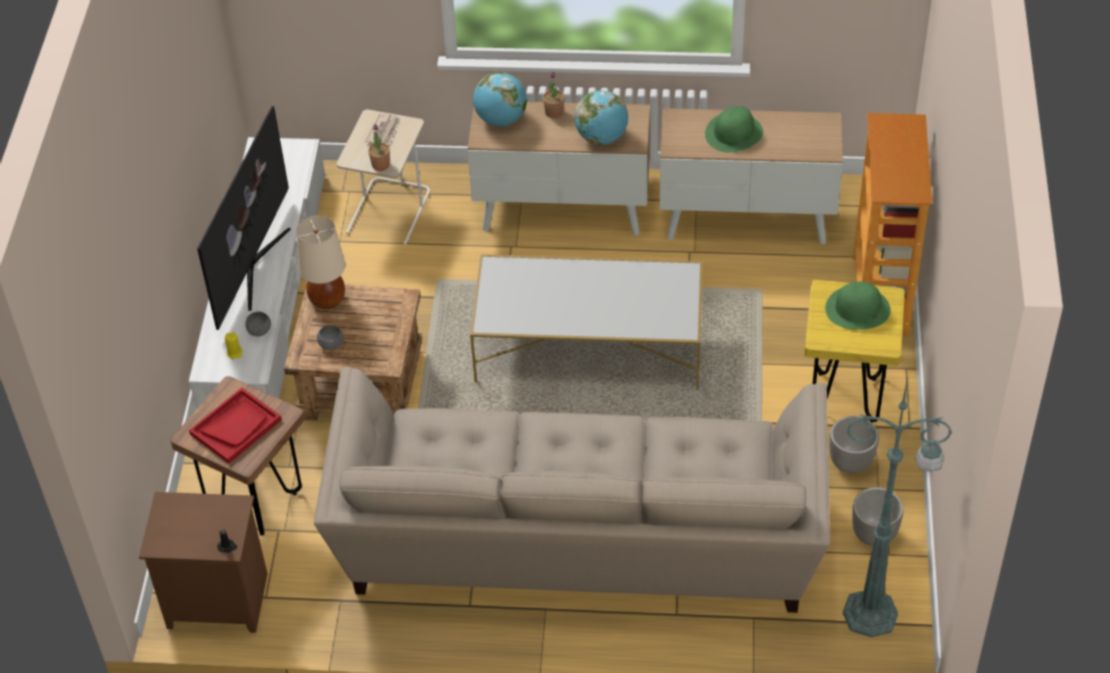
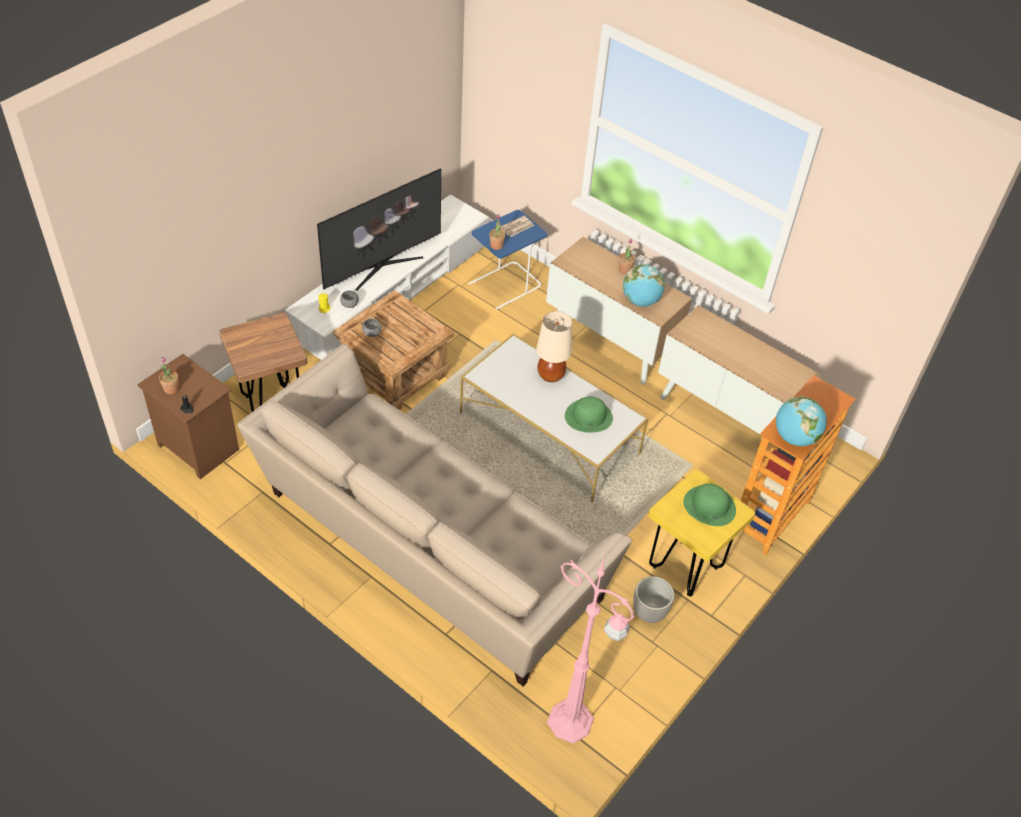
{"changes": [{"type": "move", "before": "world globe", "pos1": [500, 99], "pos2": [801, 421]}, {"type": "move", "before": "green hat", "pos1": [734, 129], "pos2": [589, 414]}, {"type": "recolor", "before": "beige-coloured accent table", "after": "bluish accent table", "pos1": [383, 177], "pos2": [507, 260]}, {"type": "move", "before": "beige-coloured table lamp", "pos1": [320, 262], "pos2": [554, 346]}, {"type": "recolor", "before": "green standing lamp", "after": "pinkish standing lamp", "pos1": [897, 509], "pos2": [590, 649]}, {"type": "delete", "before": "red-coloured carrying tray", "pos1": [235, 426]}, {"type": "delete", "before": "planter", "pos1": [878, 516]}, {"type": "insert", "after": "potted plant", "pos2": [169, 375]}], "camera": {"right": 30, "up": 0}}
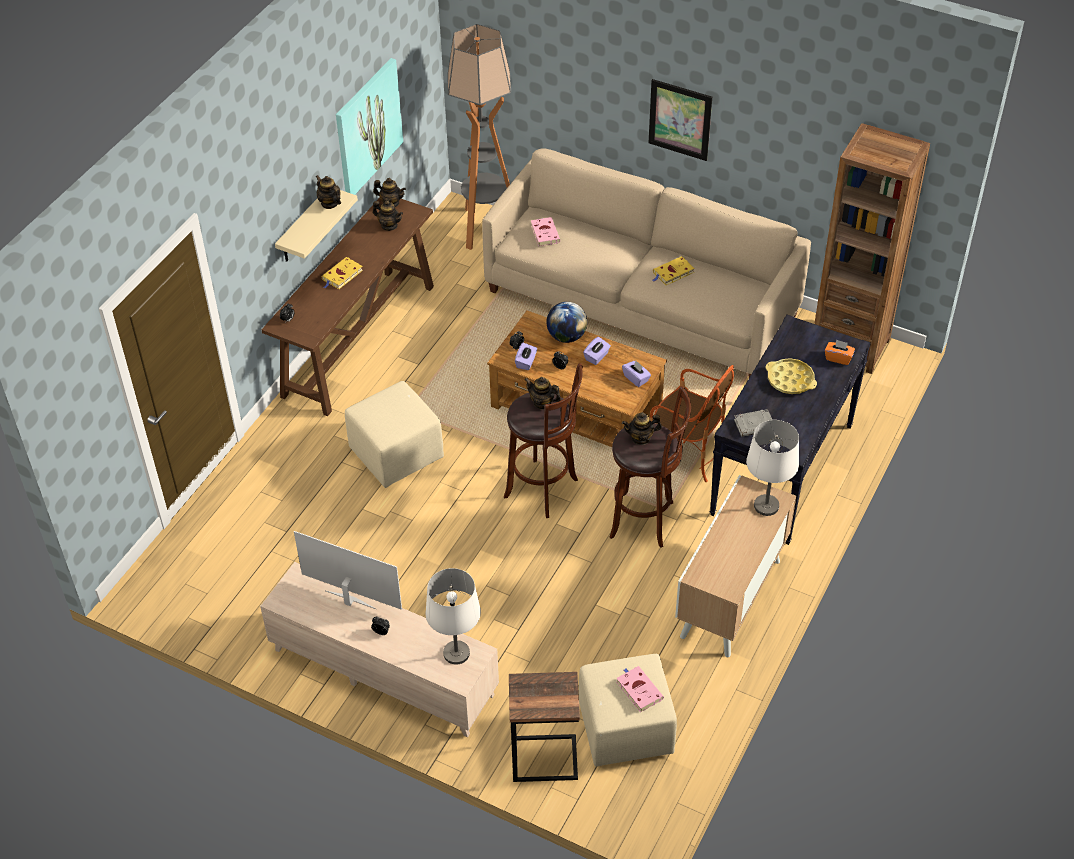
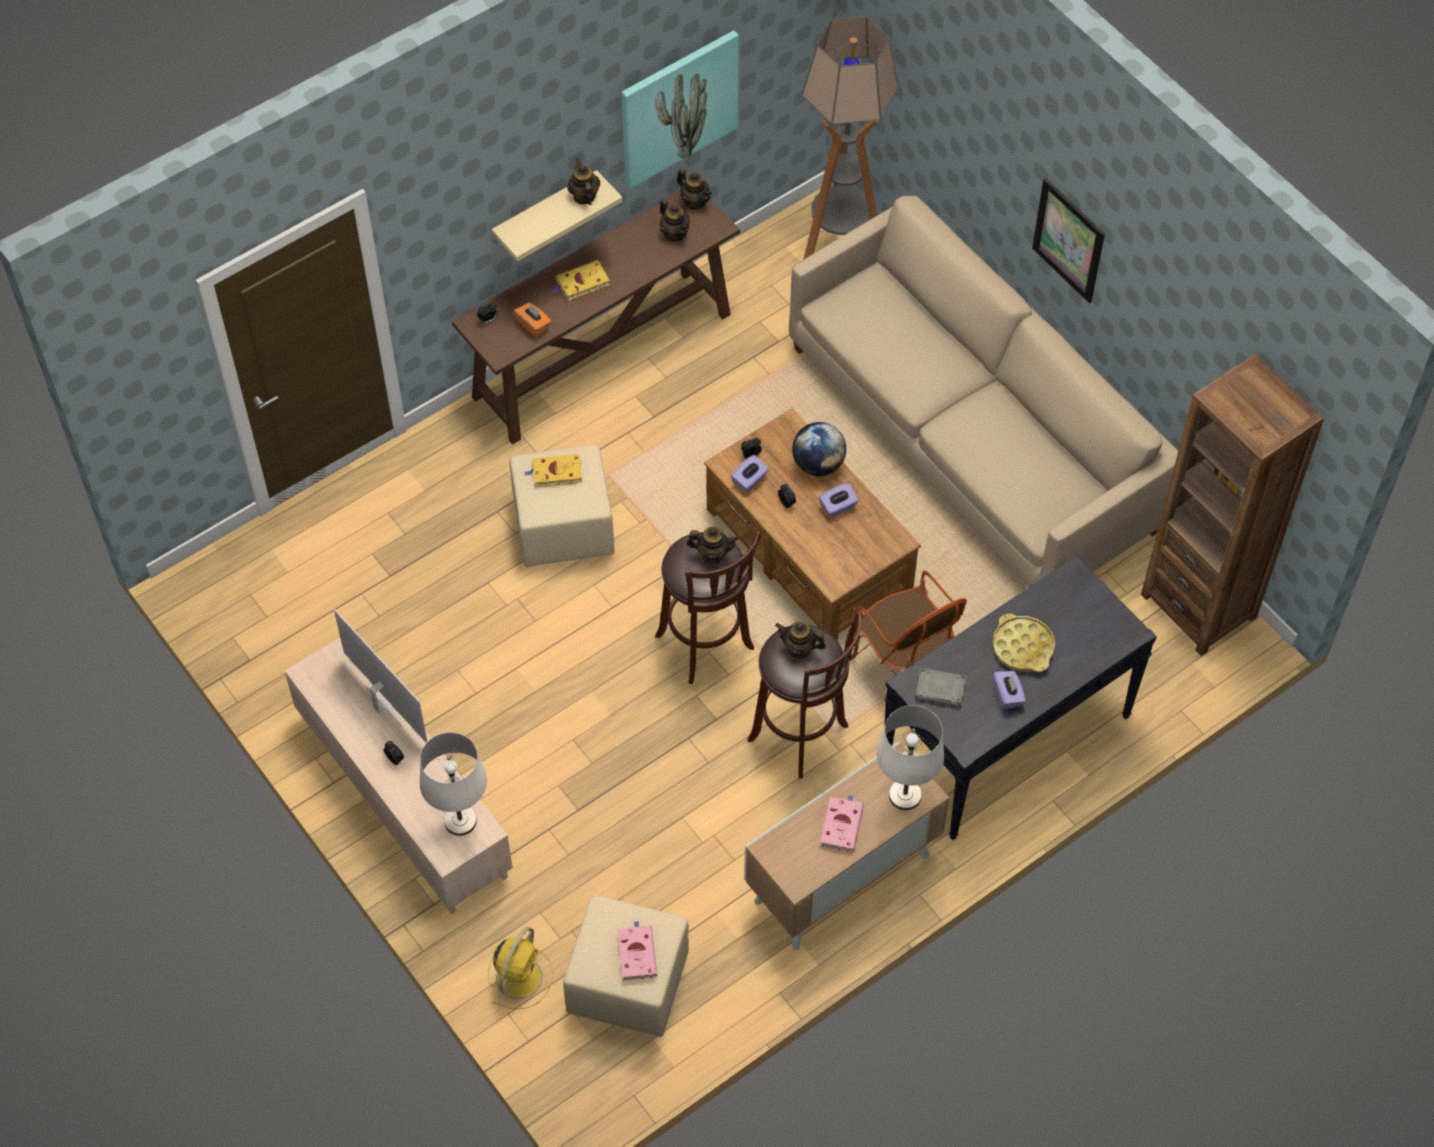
{"changes": [{"type": "move", "before": "pinkish volume", "pos1": [545, 231], "pos2": [842, 823]}, {"type": "move", "before": "yellowish volume", "pos1": [674, 270], "pos2": [553, 470]}, {"type": "move", "before": "orange-coloured tissue holder", "pos1": [840, 352], "pos2": [532, 319]}, {"type": "move", "before": "purplish tissue holder", "pos1": [636, 374], "pos2": [1009, 690]}, {"type": "rotate", "before": "tea pot", "pos1": [542, 393], "pos2": [712, 545], "turn": 135}, {"type": "replace", "before": "accent table", "after": "yellowish electric fan", "pos1": [544, 727], "pos2": [521, 968]}], "camera": {"right": 25, "up": 10}}
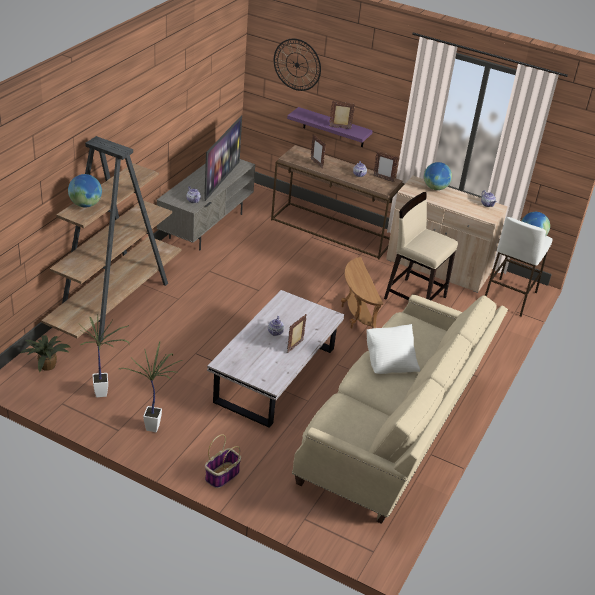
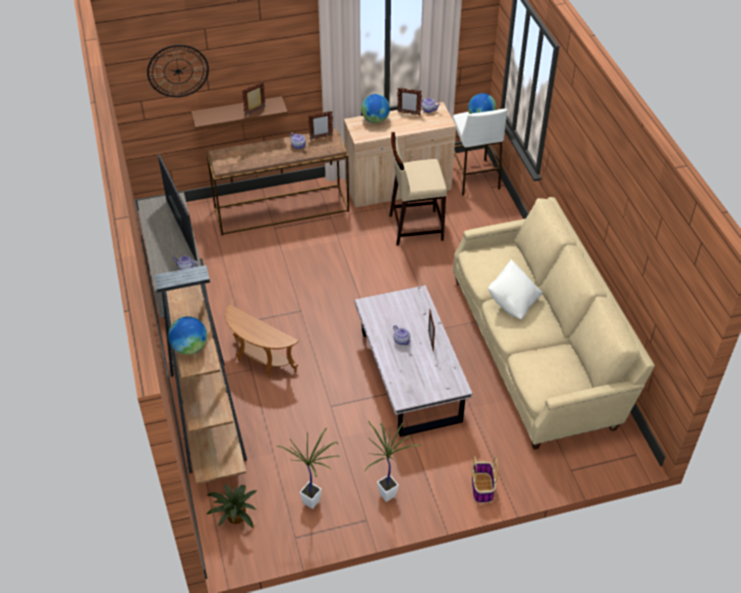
{"changes": [{"type": "recolor", "before": "purplish bracket shelf", "after": "brown-coloured bracket shelf", "pos1": [330, 127], "pos2": [239, 113]}, {"type": "move", "before": "photo frame", "pos1": [318, 151], "pos2": [409, 101]}, {"type": "move", "before": "brown-coloured accent table", "pos1": [362, 293], "pos2": [262, 341]}], "camera": {"right": -40, "up": 10}}
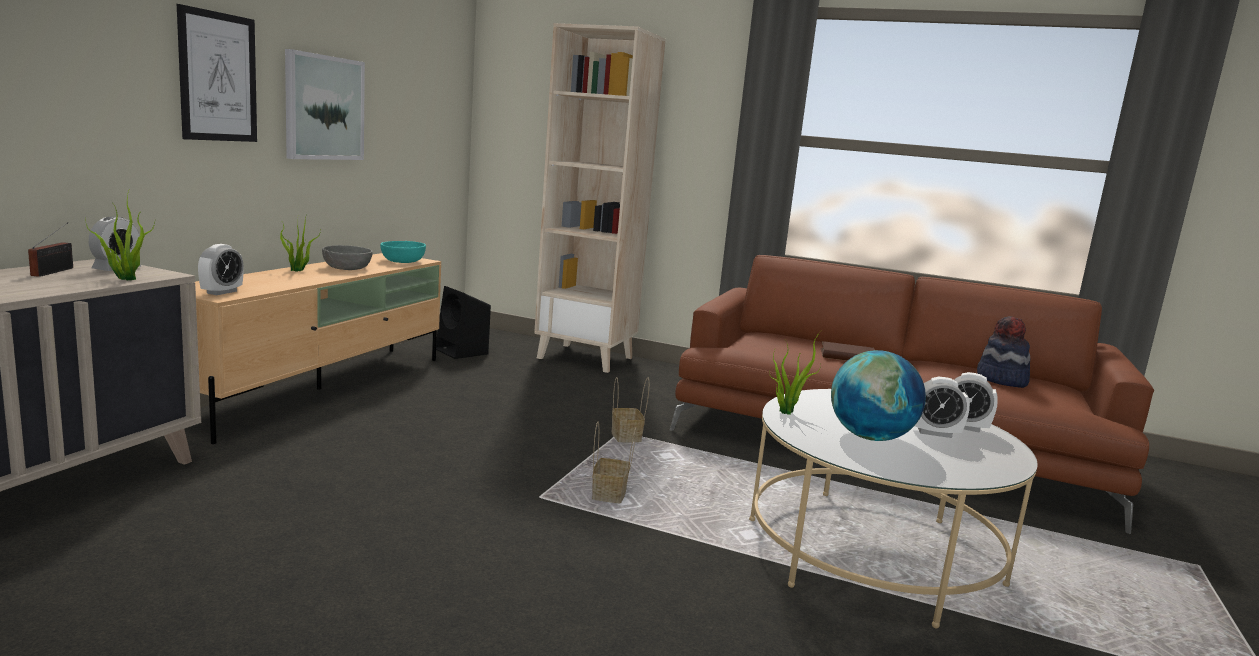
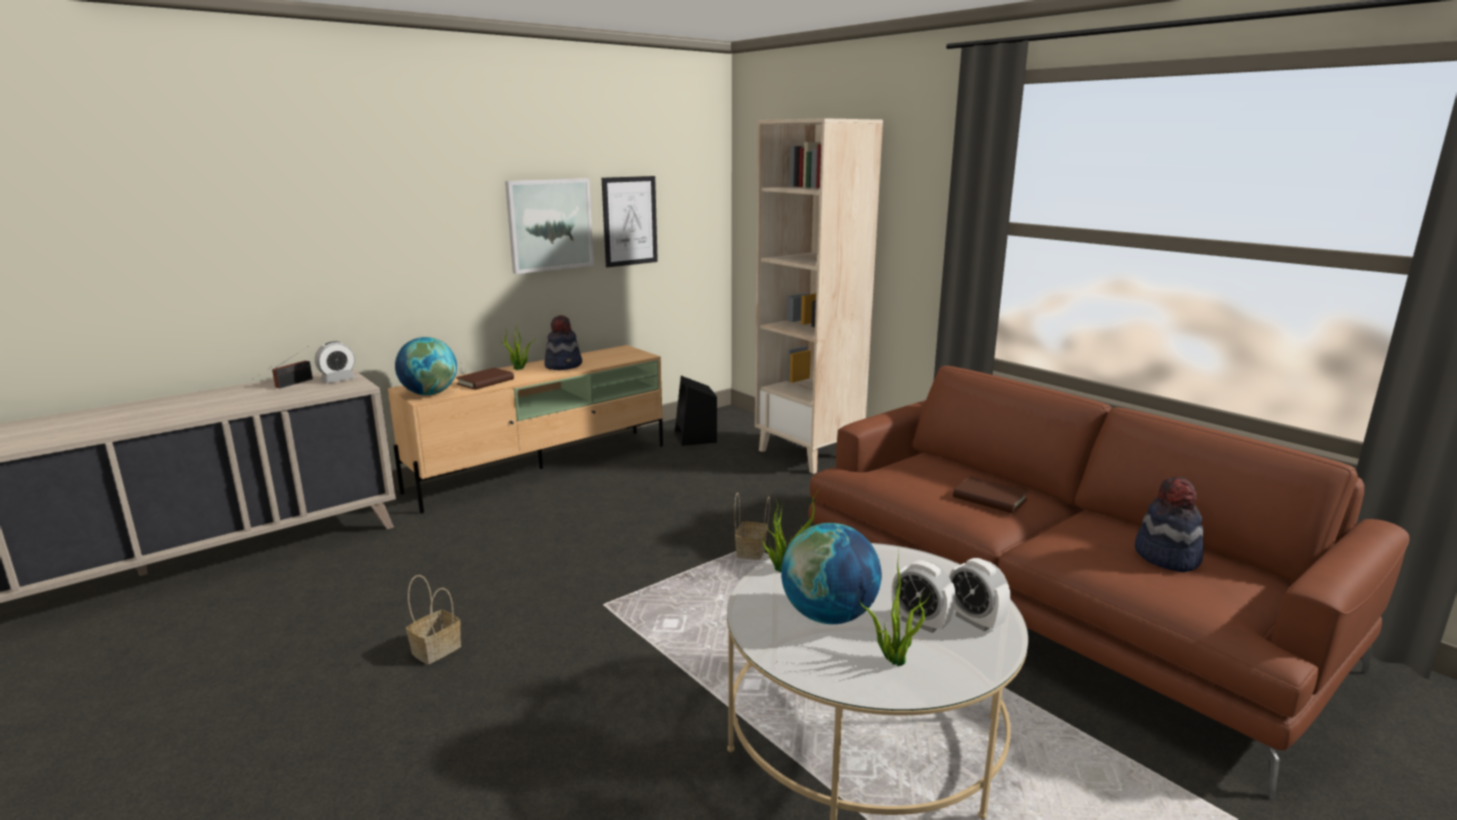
{"changes": [{"type": "move", "before": "picture", "pos1": [217, 73], "pos2": [630, 221]}, {"type": "move", "before": "potted plant", "pos1": [120, 234], "pos2": [895, 605]}, {"type": "delete", "before": "turquoise-coloured serving bowl", "pos1": [403, 252]}, {"type": "replace", "before": "alarm clock", "after": "world globe", "pos1": [221, 269], "pos2": [426, 366]}, {"type": "replace", "before": "gray serving bowl", "after": "hat", "pos1": [347, 257], "pos2": [563, 342]}, {"type": "move", "before": "storage basket", "pos1": [614, 462], "pos2": [433, 620]}, {"type": "insert", "after": "brown-coloured volume", "pos2": [485, 379]}], "camera": {"right": 30, "up": 5}}
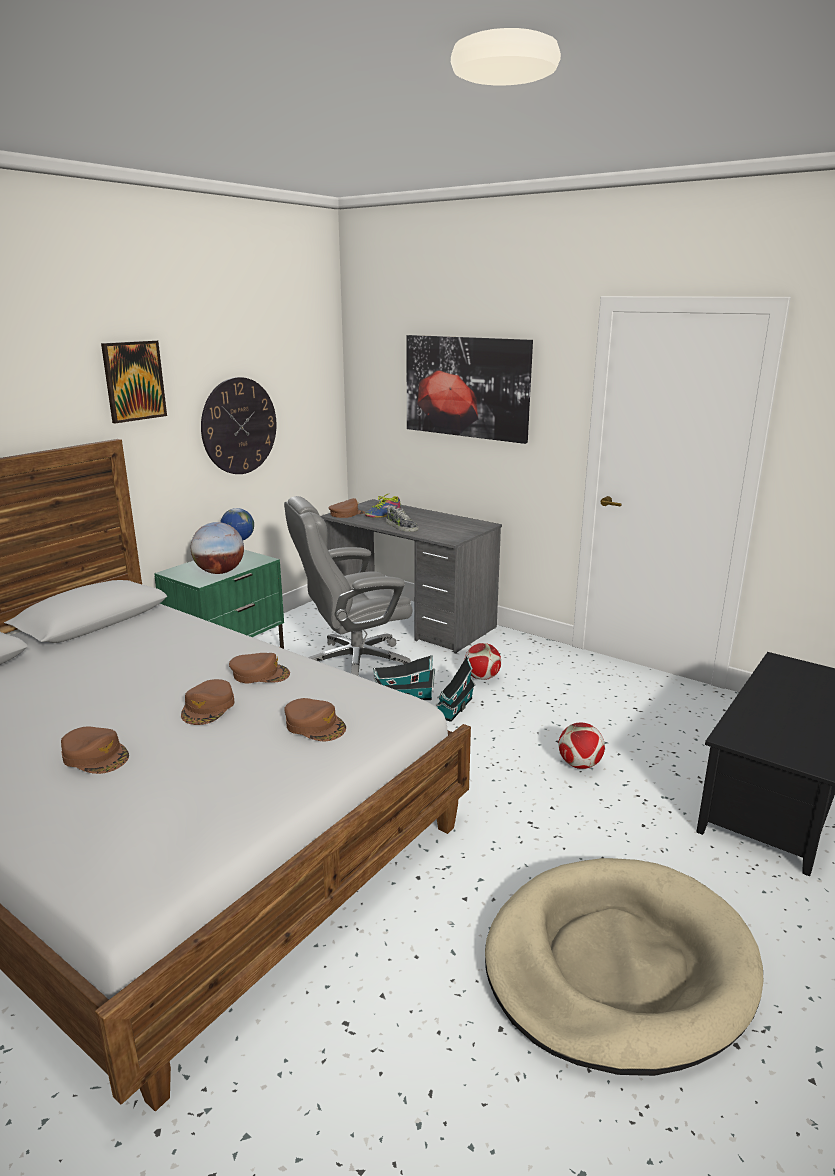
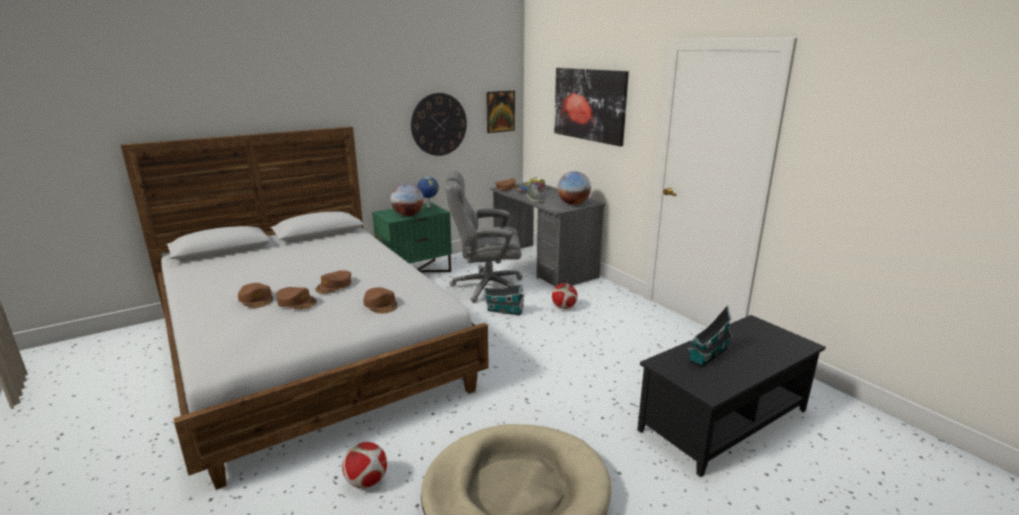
{"changes": [{"type": "move", "before": "picture", "pos1": [134, 381], "pos2": [500, 112]}, {"type": "move", "before": "brown-coloured cap", "pos1": [259, 668], "pos2": [296, 298]}, {"type": "move", "before": "miniature house", "pos1": [456, 688], "pos2": [710, 336]}, {"type": "move", "before": "football", "pos1": [581, 746], "pos2": [364, 465]}, {"type": "insert", "after": "world globe", "pos2": [574, 188]}], "camera": {"right": 20, "up": 0}}
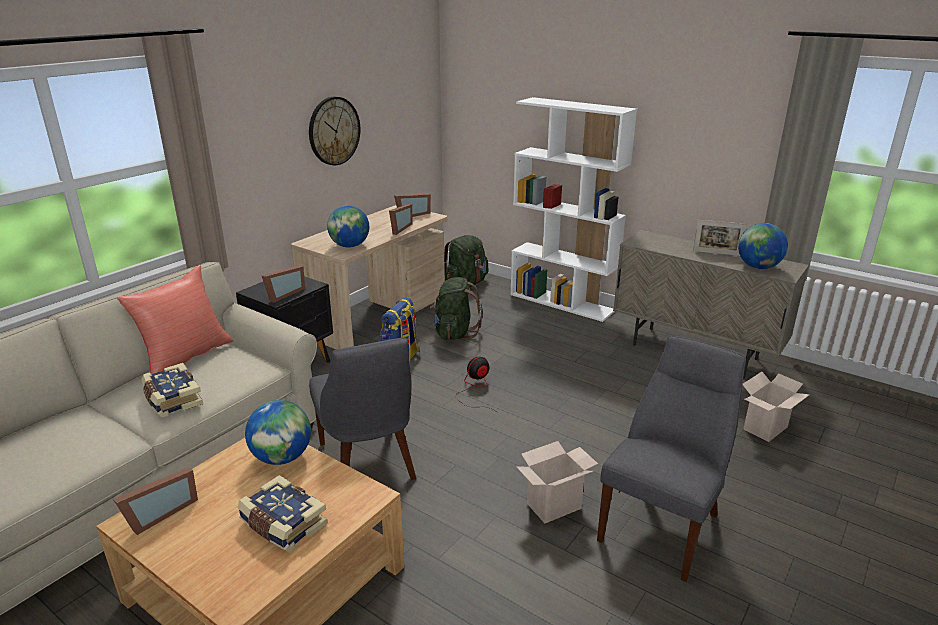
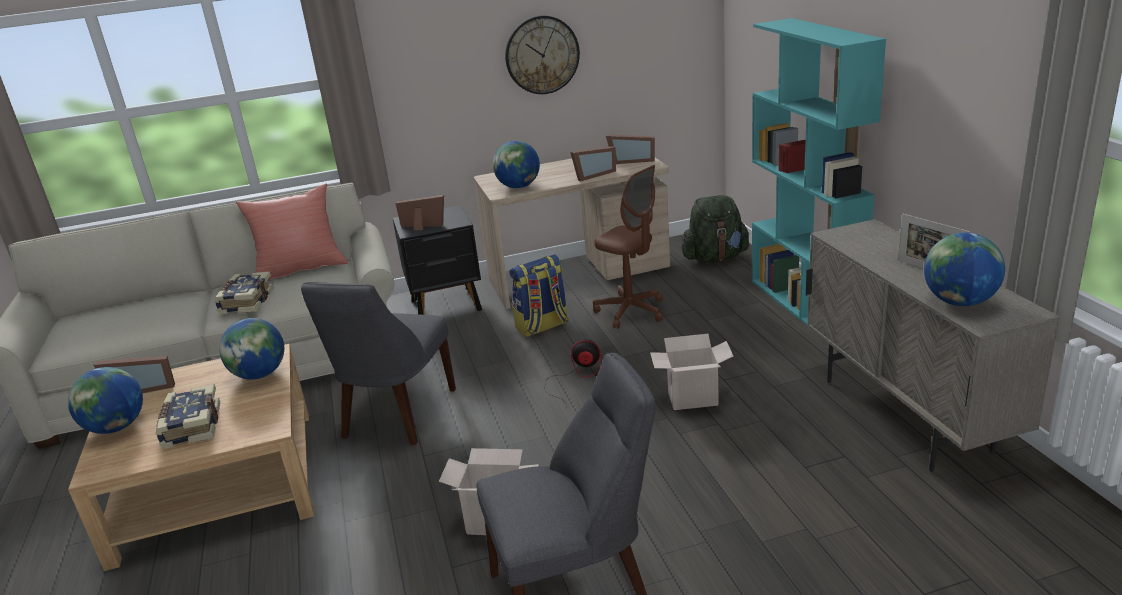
{"changes": [{"type": "recolor", "before": "white shelving unit", "after": "turquoise-coloured shelving unit", "pos1": [573, 209], "pos2": [819, 171]}, {"type": "rotate", "before": "photo frame", "pos1": [283, 284], "pos2": [419, 212], "turn": -150}, {"type": "replace", "before": "green backpack", "after": "brown-coloured office chair", "pos1": [456, 308], "pos2": [628, 247]}, {"type": "move", "before": "cardboard box", "pos1": [776, 407], "pos2": [692, 372]}, {"type": "insert", "after": "world globe", "pos2": [105, 400]}], "camera": {"right": 40, "up": 0}}
